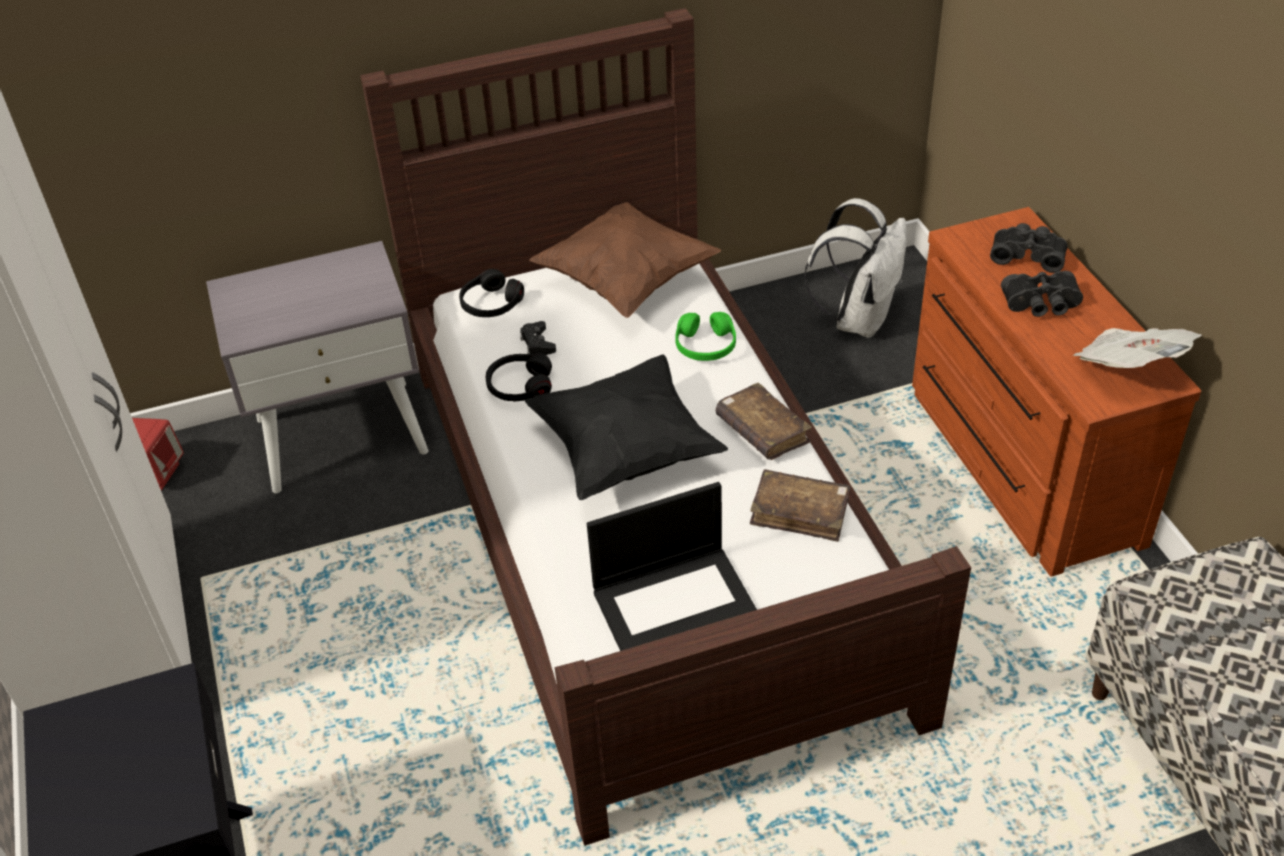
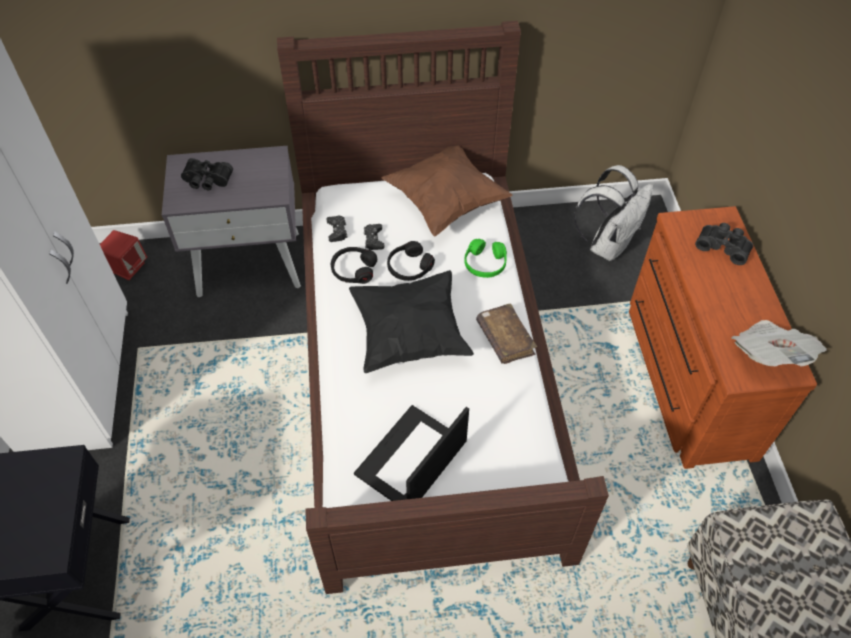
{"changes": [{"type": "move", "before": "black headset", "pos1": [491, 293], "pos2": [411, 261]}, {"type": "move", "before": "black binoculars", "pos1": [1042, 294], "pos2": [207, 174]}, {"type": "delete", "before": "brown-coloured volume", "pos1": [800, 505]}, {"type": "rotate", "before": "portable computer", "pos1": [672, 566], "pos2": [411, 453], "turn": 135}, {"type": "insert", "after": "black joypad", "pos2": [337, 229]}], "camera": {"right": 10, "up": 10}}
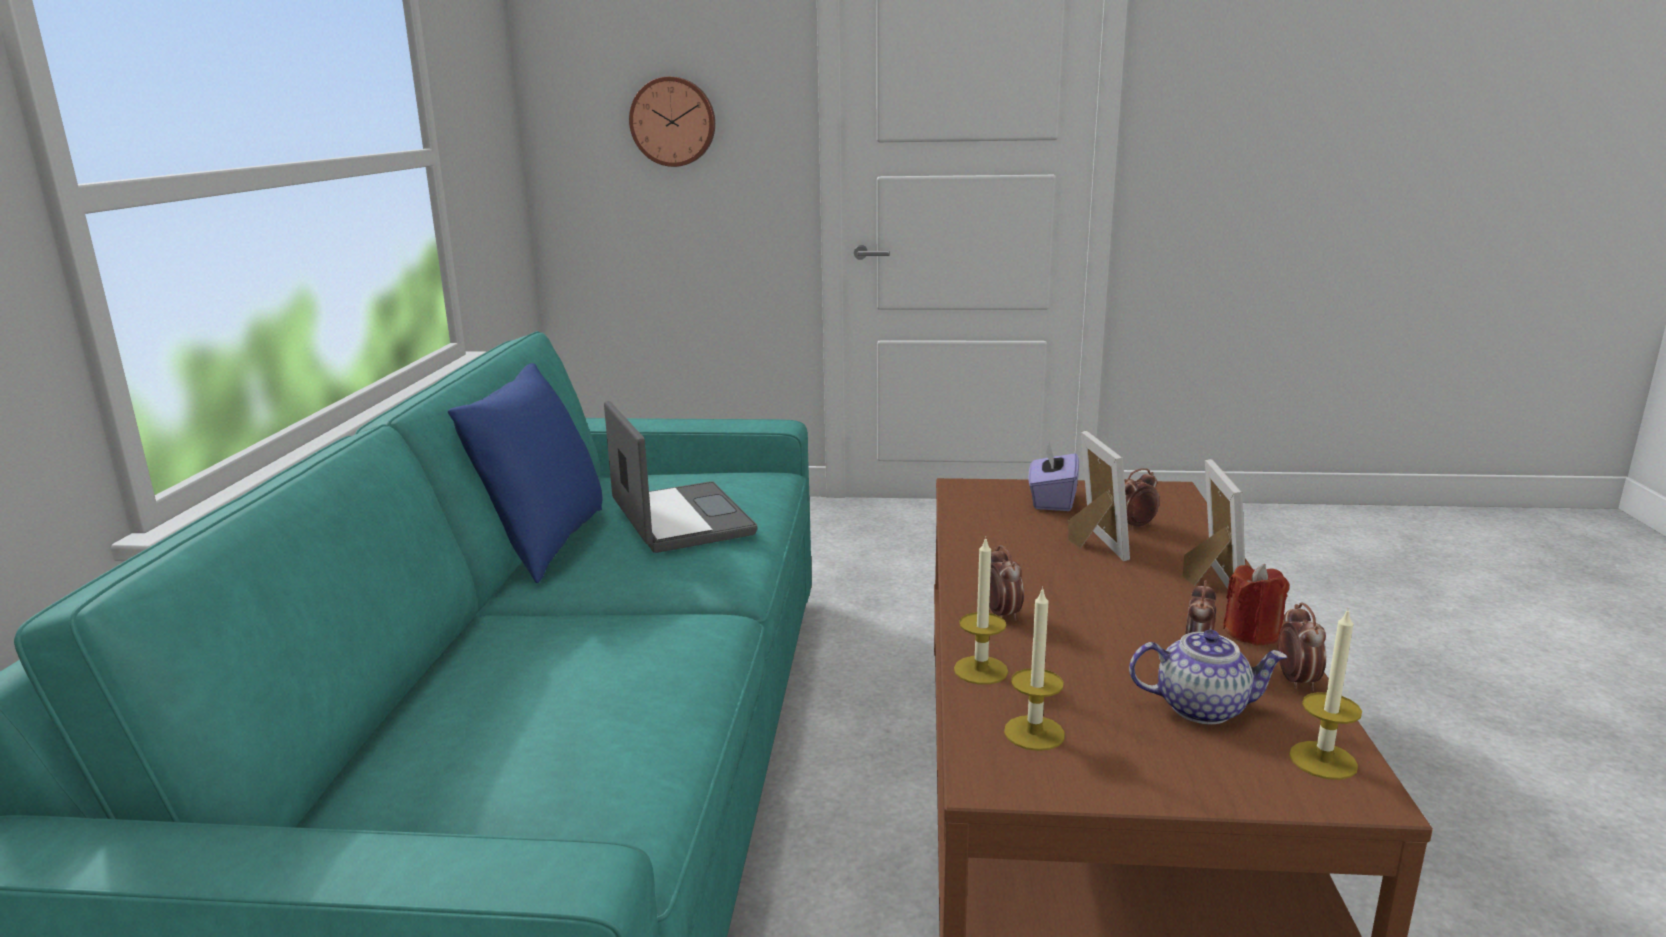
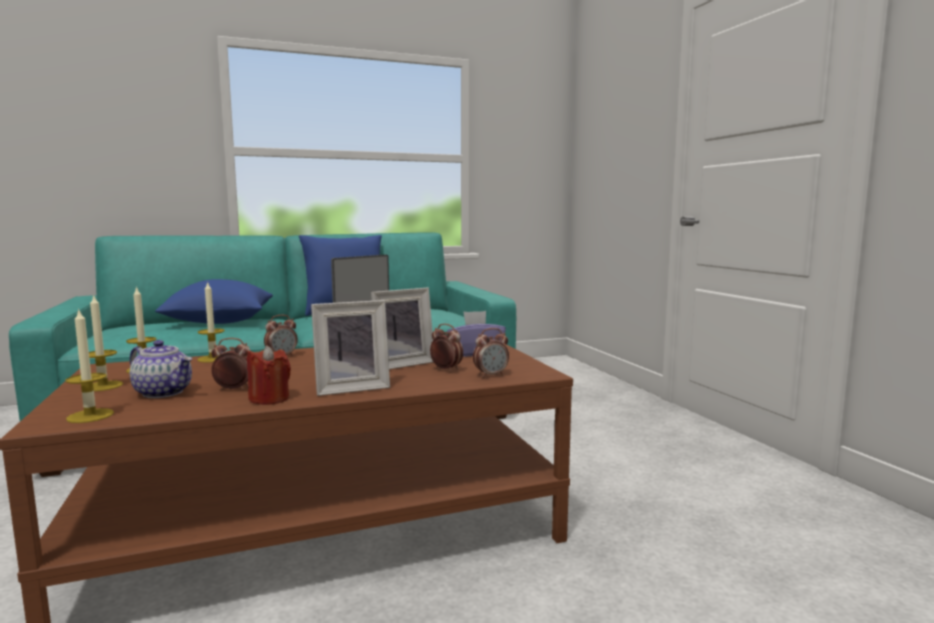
{"changes": [{"type": "delete", "before": "wall clock", "pos1": [672, 122]}, {"type": "move", "before": "alarm clock", "pos1": [1302, 646], "pos2": [491, 353]}, {"type": "rotate", "before": "tea pot", "pos1": [1208, 677], "pos2": [161, 369], "turn": -45}, {"type": "insert", "after": "bluish pillow", "pos2": [214, 301]}, {"type": "insert", "after": "wax light", "pos2": [106, 343]}], "camera": {"right": 65, "up": -10}}
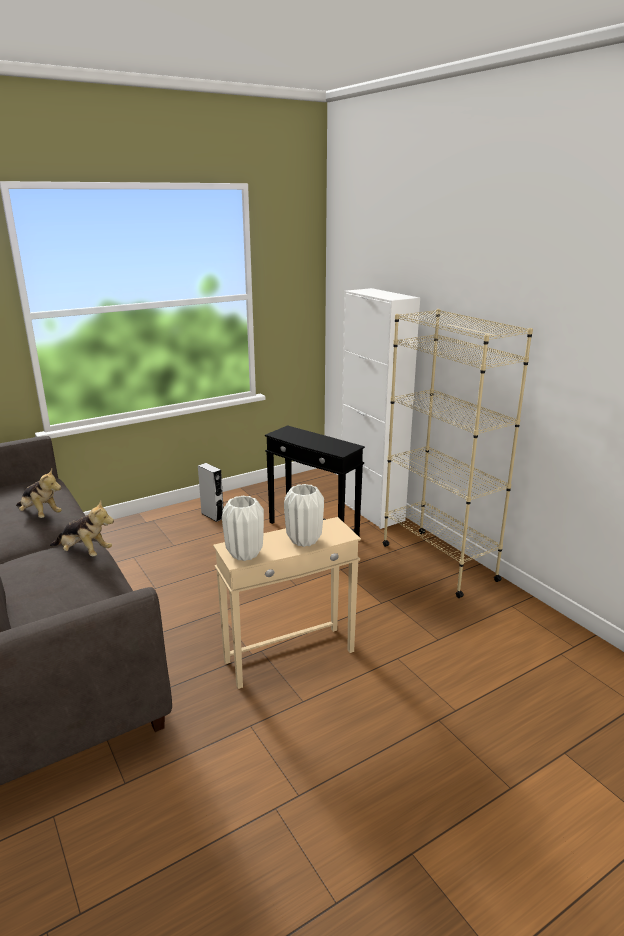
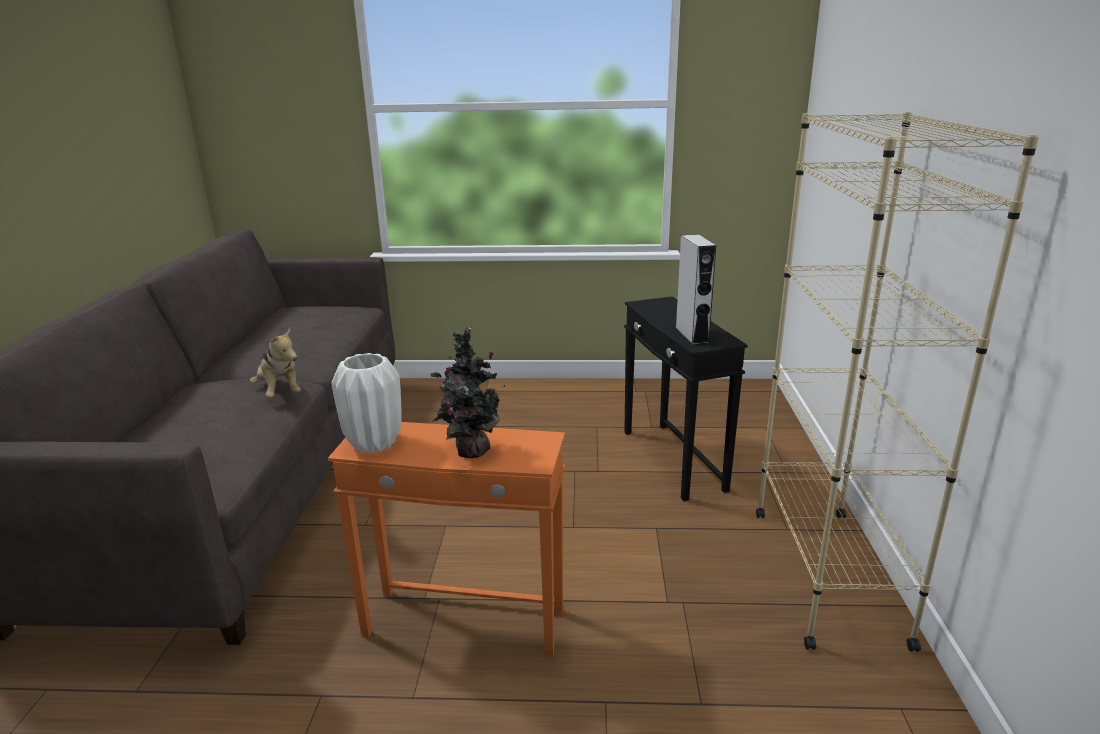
{"changes": [{"type": "delete", "before": "white storage cabinet", "pos1": [381, 408]}, {"type": "move", "before": "gray audio speaker", "pos1": [211, 492], "pos2": [696, 289]}, {"type": "delete", "before": "cuddly toy", "pos1": [39, 493]}, {"type": "replace", "before": "white flower vase", "after": "potted plant", "pos1": [304, 515], "pos2": [467, 392]}, {"type": "recolor", "before": "beige-coloured accent table", "after": "orange-coloured accent table", "pos1": [287, 603], "pos2": [446, 540]}], "camera": {"right": 35, "up": 0}}
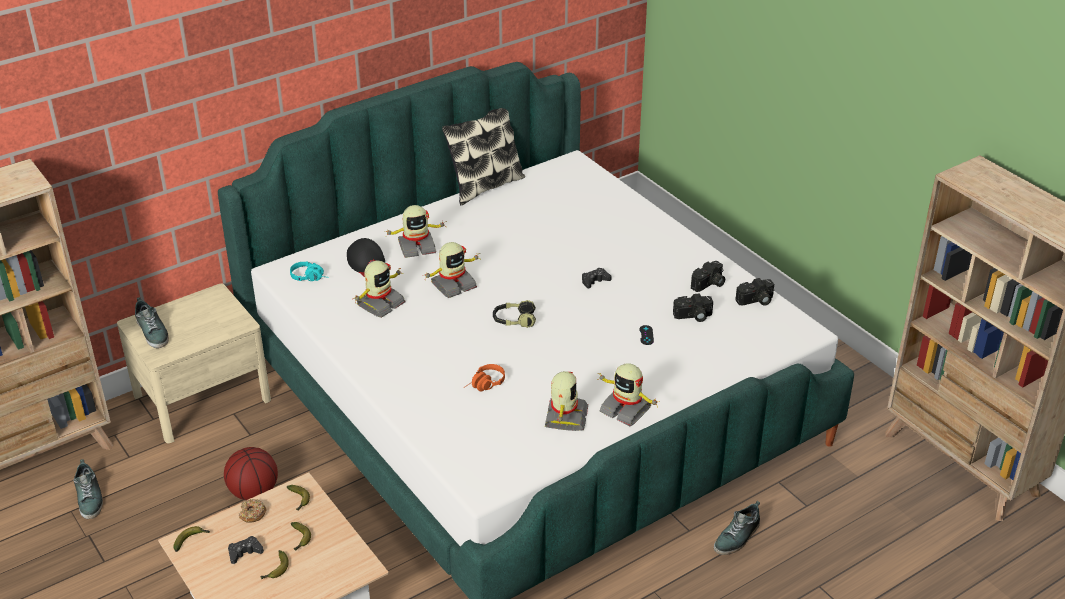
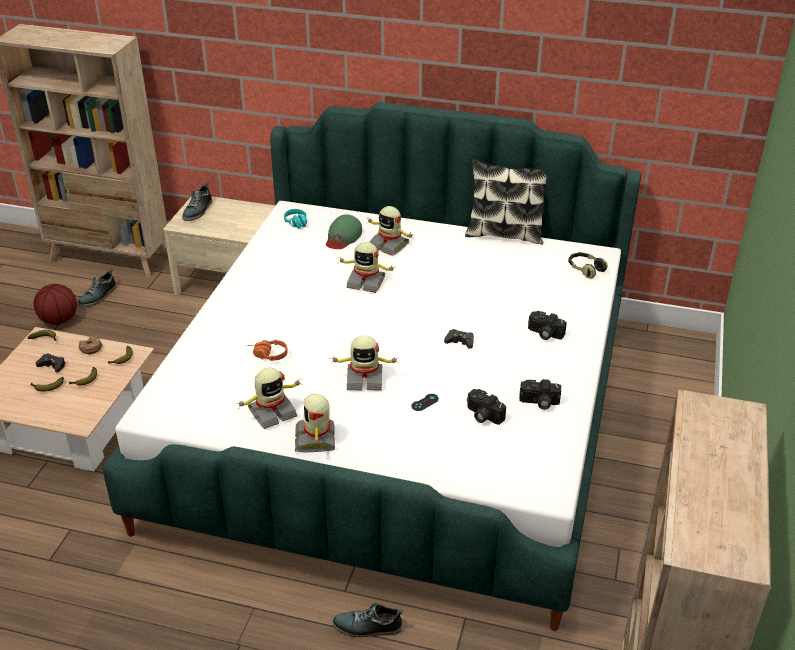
{"changes": [{"type": "recolor", "before": "black cap", "after": "green cap", "pos1": [366, 257], "pos2": [344, 231]}, {"type": "move", "before": "toy robot", "pos1": [379, 289], "pos2": [364, 363]}, {"type": "move", "before": "still camera", "pos1": [754, 292], "pos2": [547, 325]}, {"type": "move", "before": "headset", "pos1": [514, 314], "pos2": [588, 265]}, {"type": "move", "before": "basketball", "pos1": [251, 473], "pos2": [55, 304]}], "camera": {"right": 50, "up": 0}}
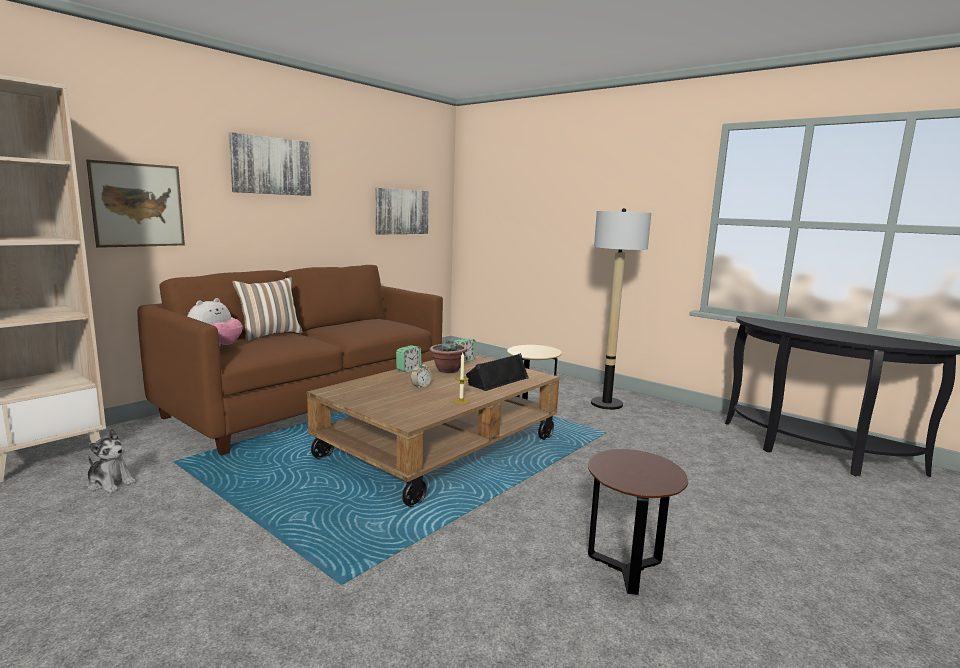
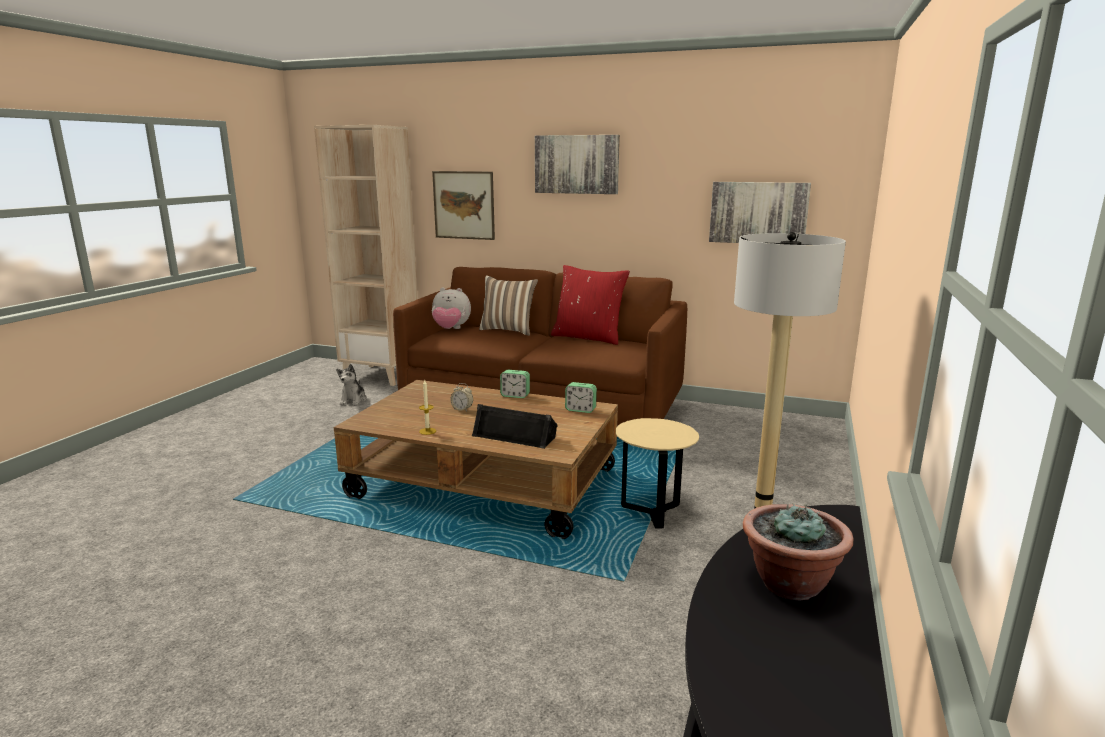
{"changes": [{"type": "move", "before": "potted plant", "pos1": [448, 356], "pos2": [798, 551]}, {"type": "delete", "before": "brown-coloured accent table", "pos1": [638, 522]}, {"type": "insert", "after": "red-coloured pillow", "pos2": [590, 305]}], "camera": {"right": 70, "up": 5}}
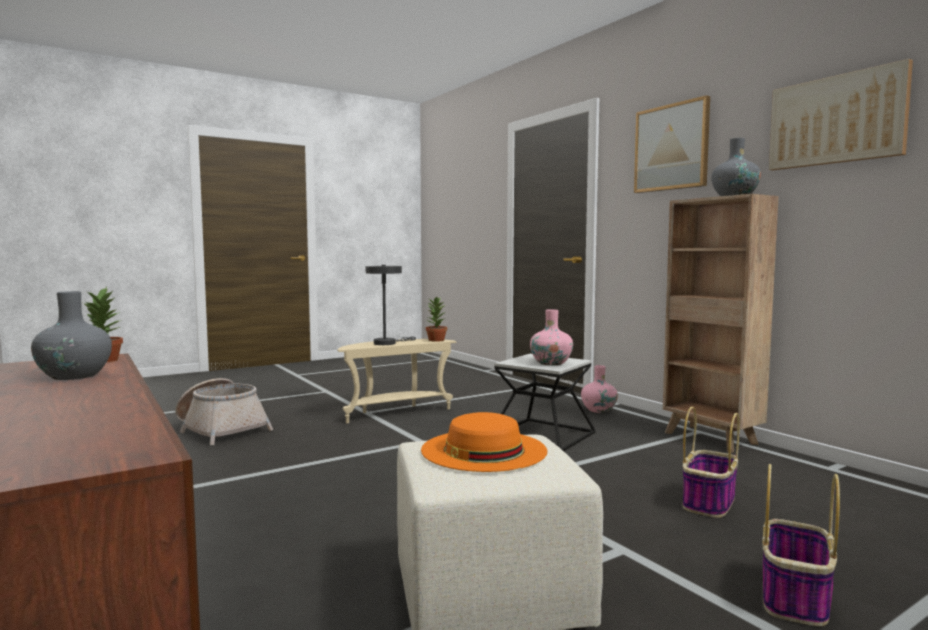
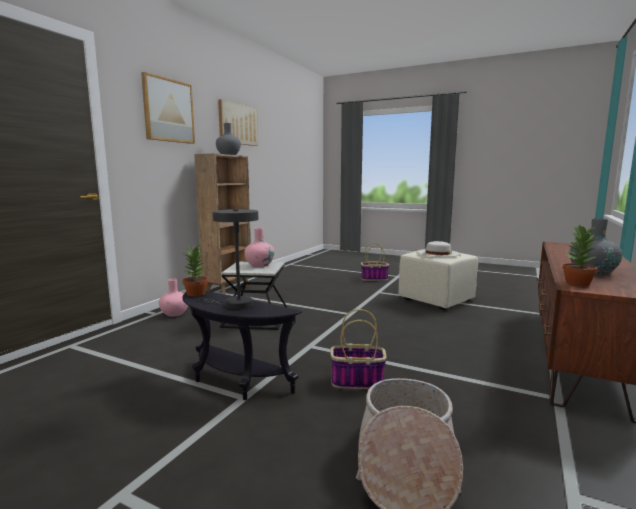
{"changes": [{"type": "recolor", "before": "beige-coloured accent table", "after": "black accent table", "pos1": [397, 381], "pos2": [242, 345]}, {"type": "move", "before": "storage basket", "pos1": [711, 462], "pos2": [358, 349]}, {"type": "recolor", "before": "orange-coloured hat", "after": "white hat", "pos1": [484, 442], "pos2": [438, 249]}], "camera": {"right": -120, "up": 5}}
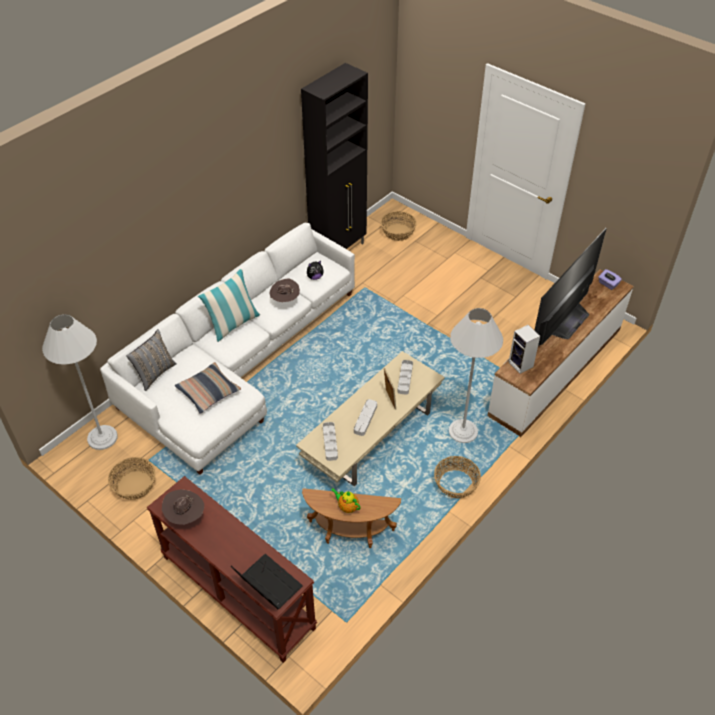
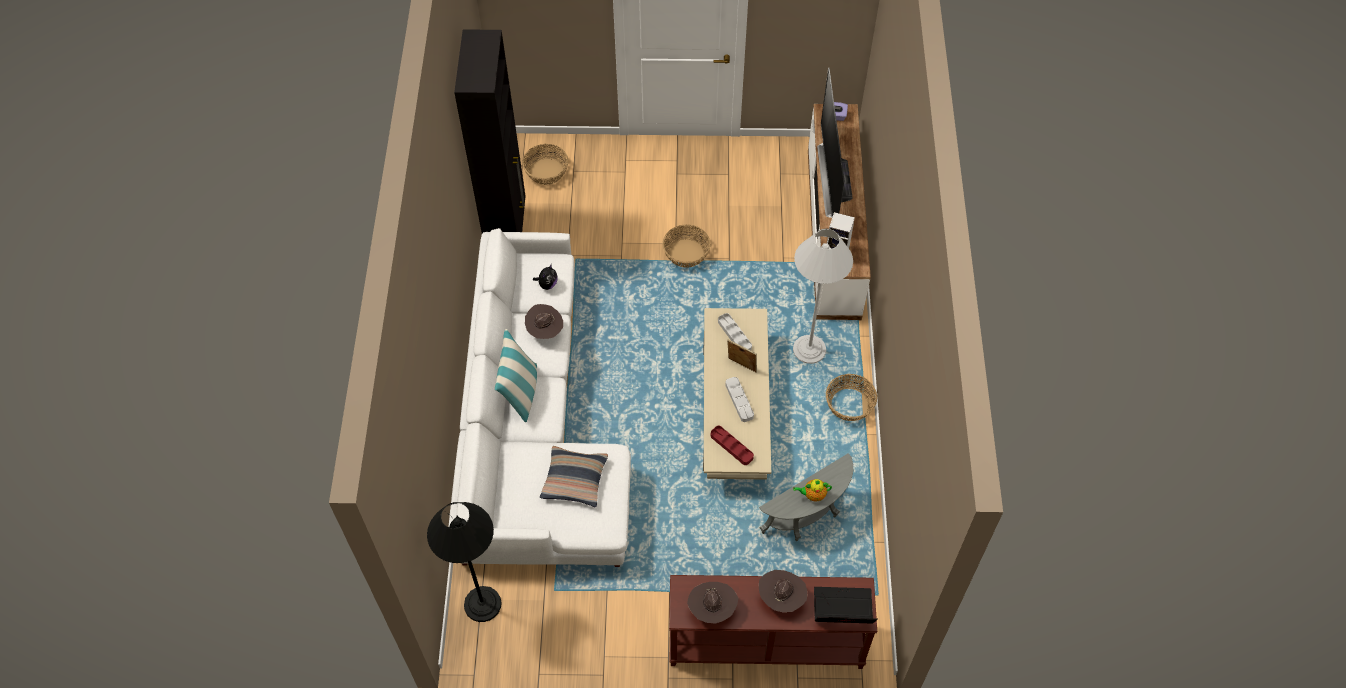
{"changes": [{"type": "recolor", "before": "white standing lamp", "after": "black standing lamp", "pos1": [80, 382], "pos2": [464, 562]}, {"type": "delete", "before": "gray pillow", "pos1": [151, 360]}, {"type": "recolor", "before": "gray carrying tray", "after": "red-coloured carrying tray", "pos1": [330, 441], "pos2": [732, 445]}, {"type": "move", "before": "storage basket", "pos1": [131, 478], "pos2": [686, 246]}, {"type": "recolor", "before": "brown-coloured accent table", "after": "gray accent table", "pos1": [351, 518], "pos2": [806, 497]}, {"type": "insert", "after": "brown-coloured hat", "pos2": [783, 591]}], "camera": {"right": -40, "up": 10}}
